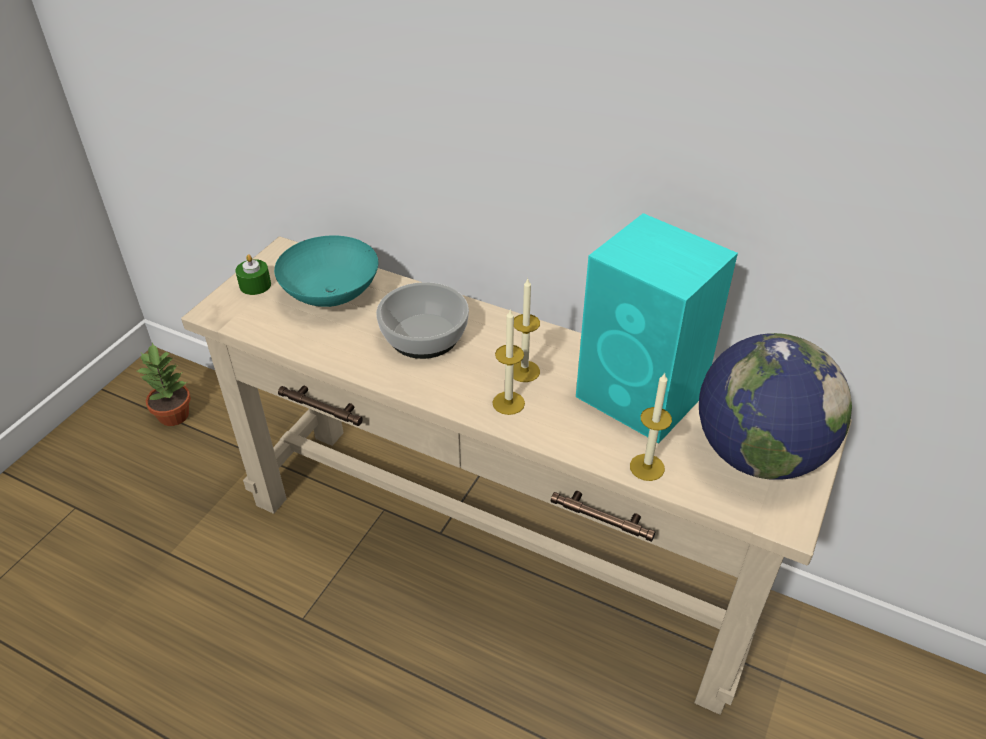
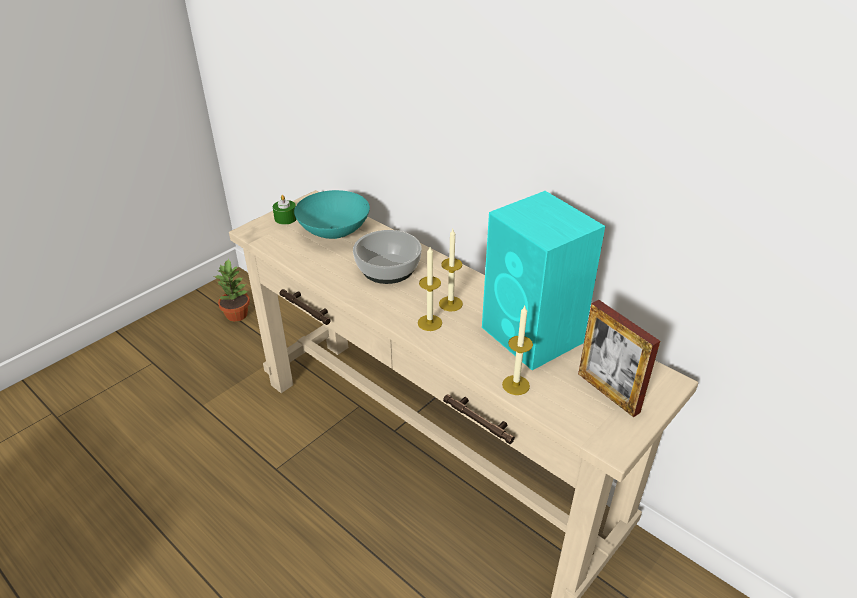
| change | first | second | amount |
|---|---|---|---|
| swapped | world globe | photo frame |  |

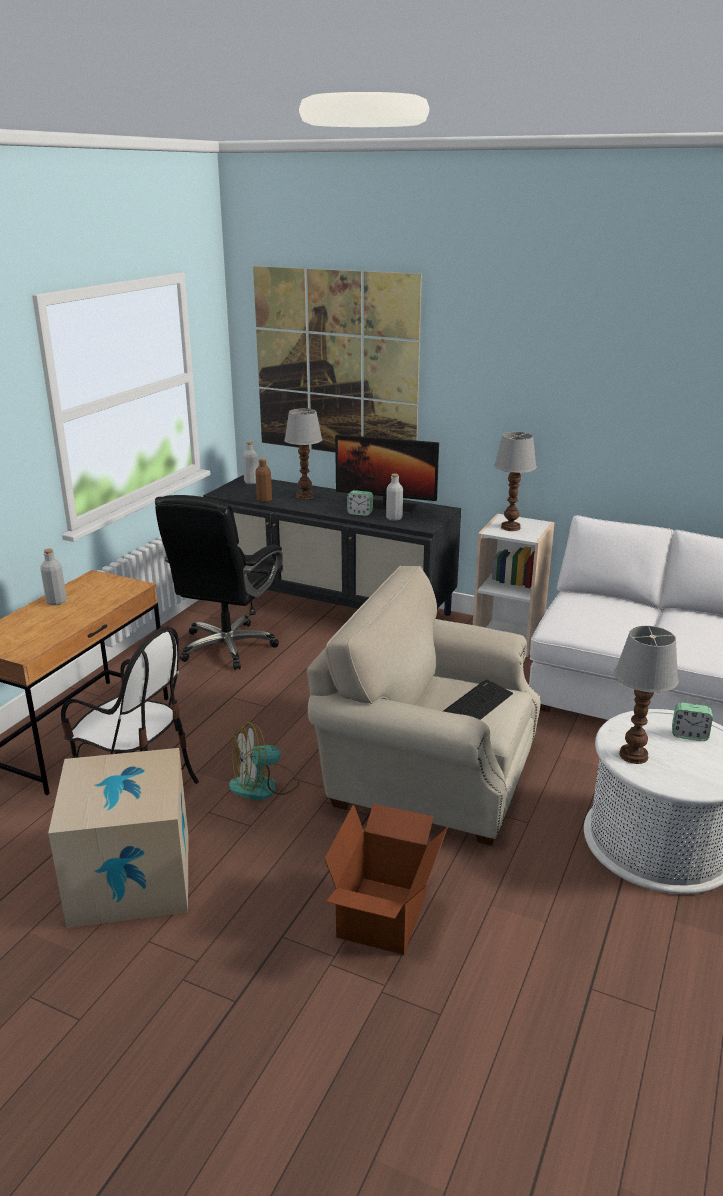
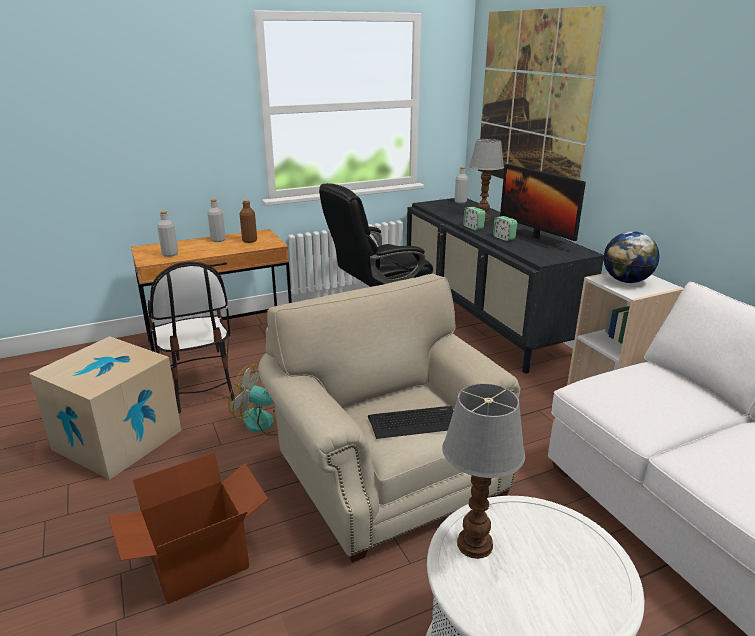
| change | first | second | amount |
|---|---|---|---|
| swapped | table lamp (no. 2 from left) | world globe |  |
| shifted | brown-coloured beverage bottle |  |  |
| shifted | grey beverage bottle (no. 3 from left in the first image) | grey beverage bottle (no. 1 from left) |  |
| shifted | table clock (no. 2 from left in the first image) | table clock (no. 1 from left) |  |

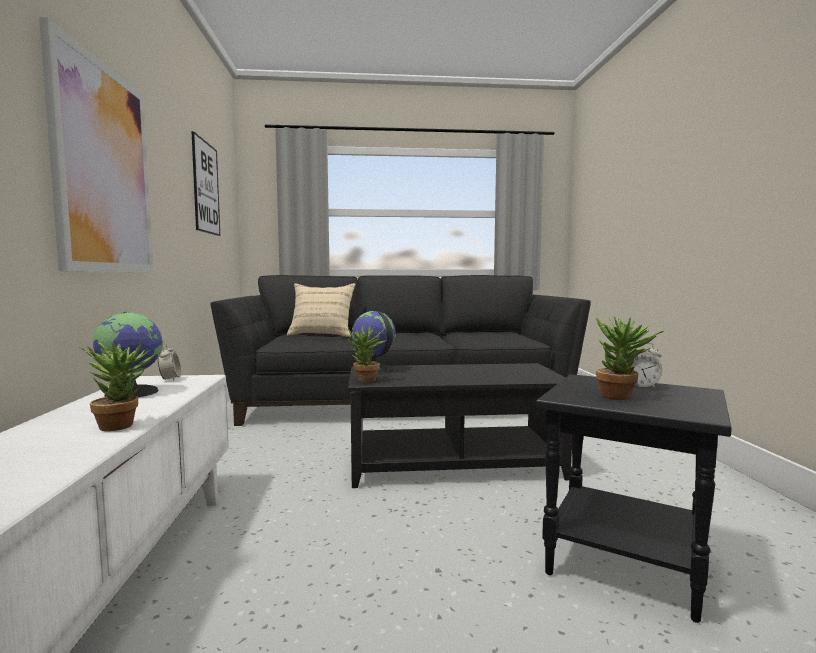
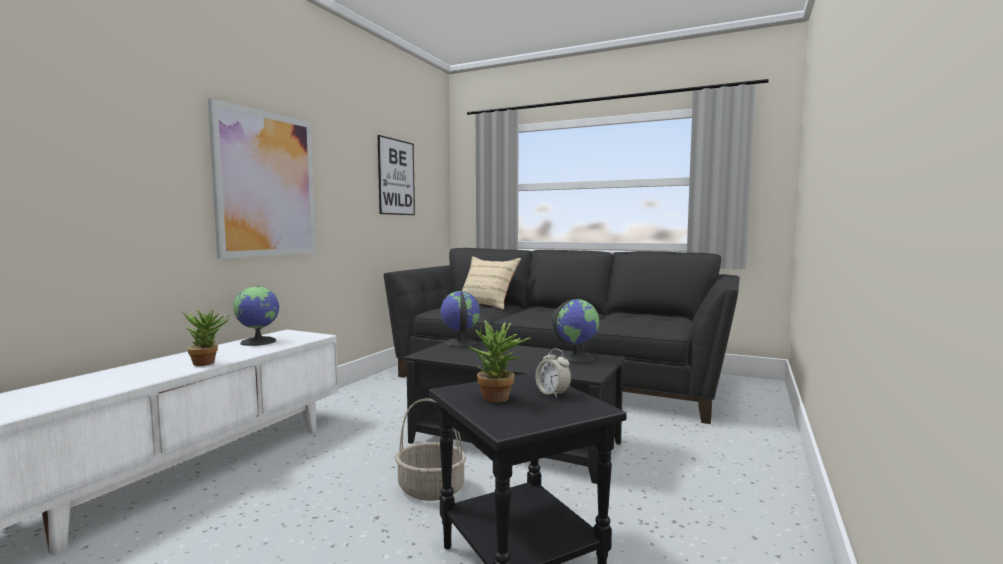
| change | first | second | amount |
|---|---|---|---|
| gone | houseplant (no. 2 from left) |  |  |
| gone | table clock (no. 1 from left) |  |  |
| new |  | world globe (no. 3 from left) |  |
| new |  | household basket |  |

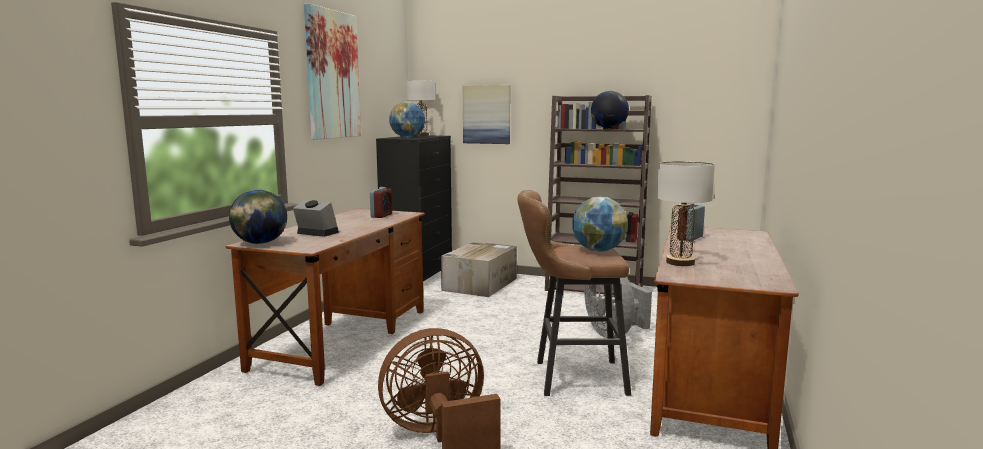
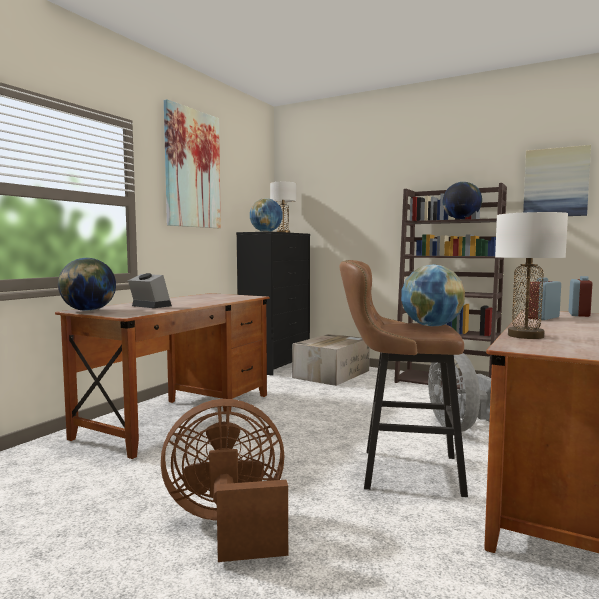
| change | first | second | amount |
|---|---|---|---|
| shifted | picture (no. 2 from left) |  |  |
| shifted | table clock (no. 2 from left in the first image) | table clock (no. 3 from left) |  |

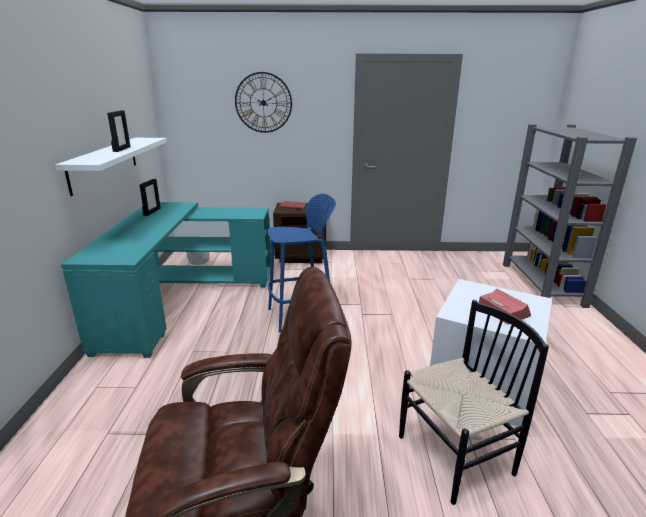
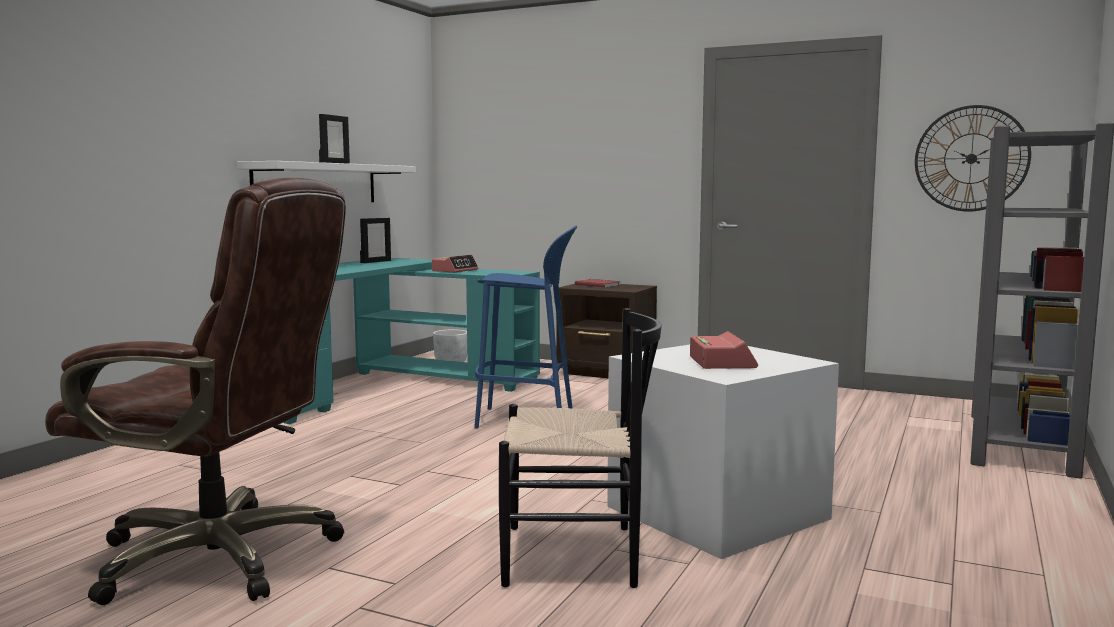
| change | first | second | amount |
|---|---|---|---|
| shifted | clock on the wall |  |  |
| new |  | table clock (no. 1 from left) |  |

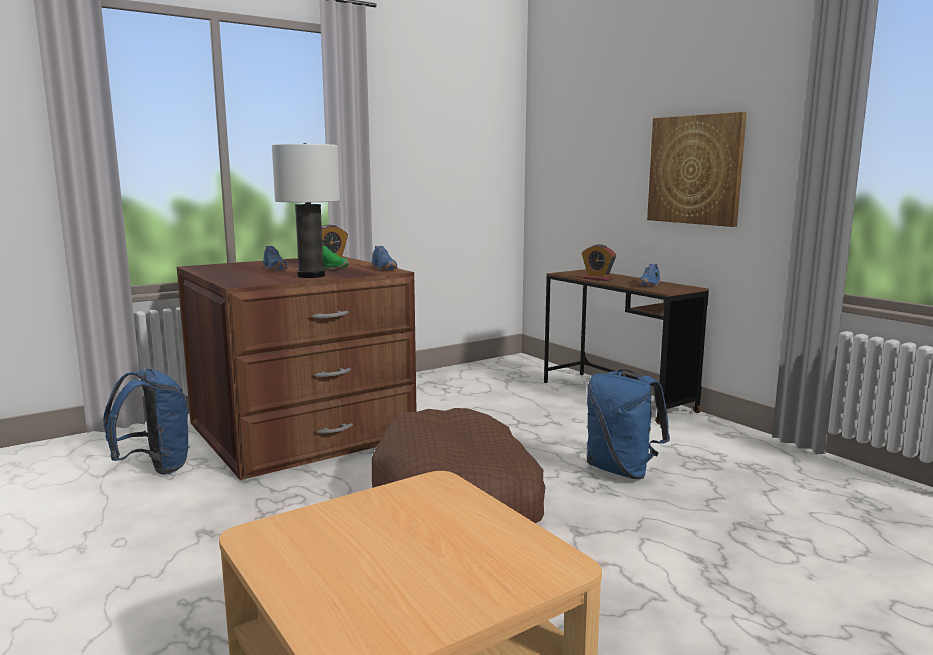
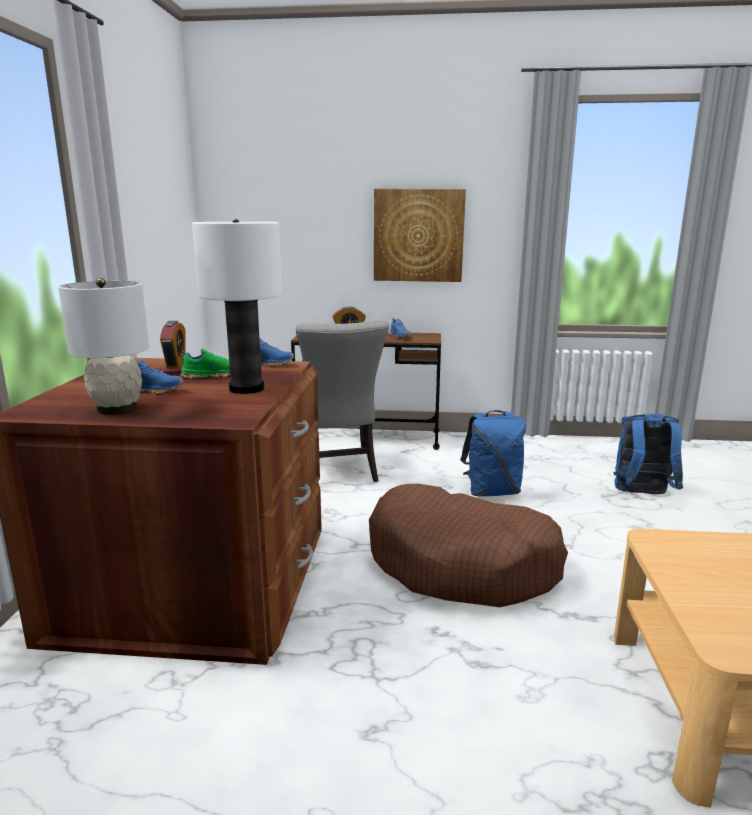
| change | first | second | amount |
|---|---|---|---|
| shifted | bluish rucksack (no. 1 from left in the first image) | bluish rucksack (no. 2 from left) |  |
| new |  | white table lamp (no. 1 from left) |  |
| new |  | grey upright chair |  |

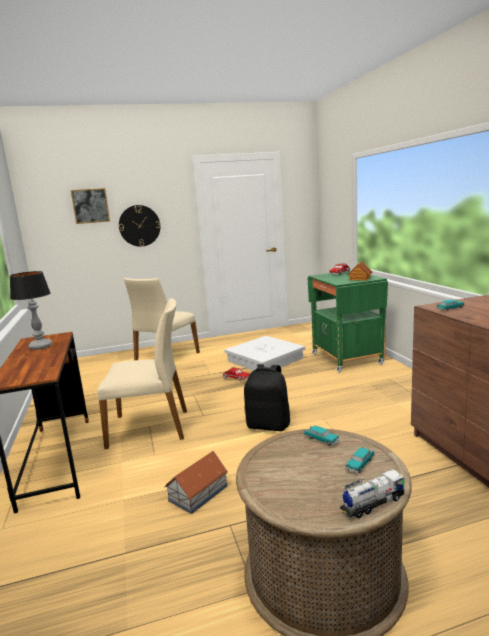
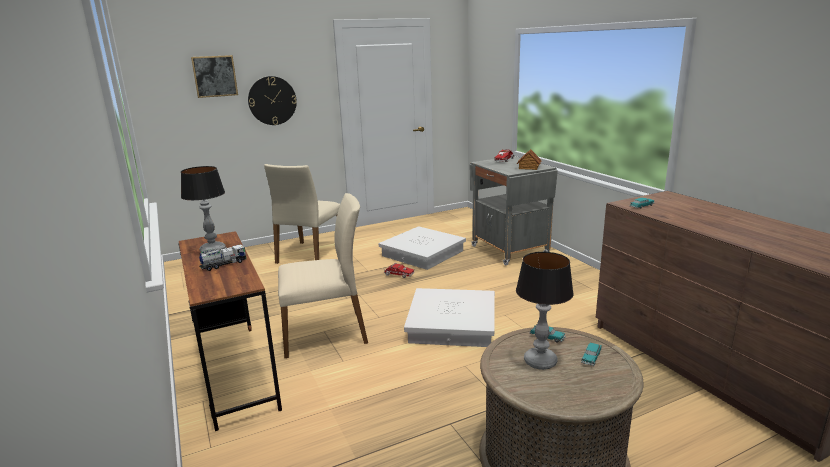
| change | first | second | amount |
|---|---|---|---|
| repainted | green-coloured cart | grey cart |  |
| swapped | black rucksack | white storage box (no. 2 from left) |  |
| gone | toy house (no. 1 from left) |  |  |
| shifted | toy lorry (no. 3 from left in the first image) | toy lorry (no. 1 from left) |  |
| new |  | table lamp (no. 2 from left) |  |

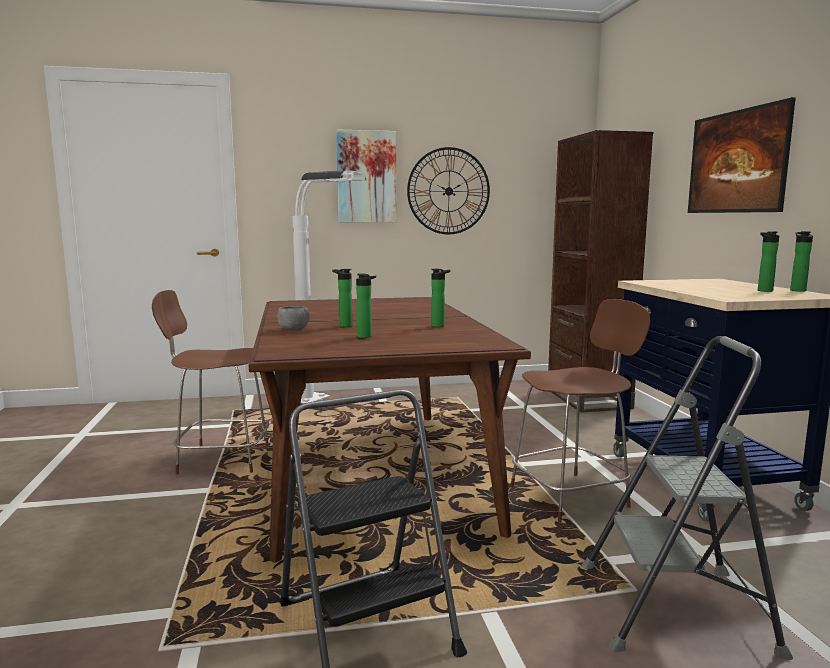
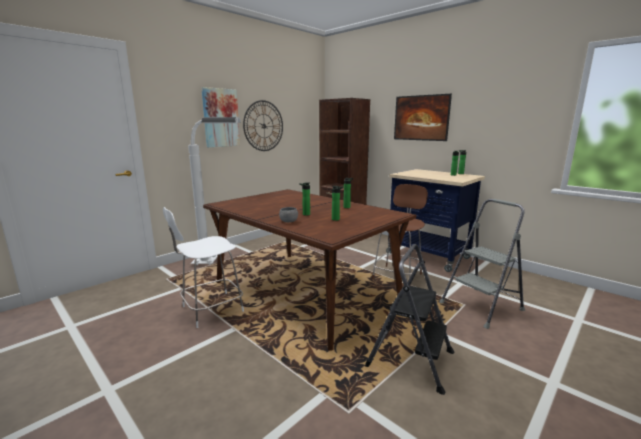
| change | first | second | amount |
|---|---|---|---|
| repainted | brown-coloured upright chair (no. 1 from left) | white upright chair |  |

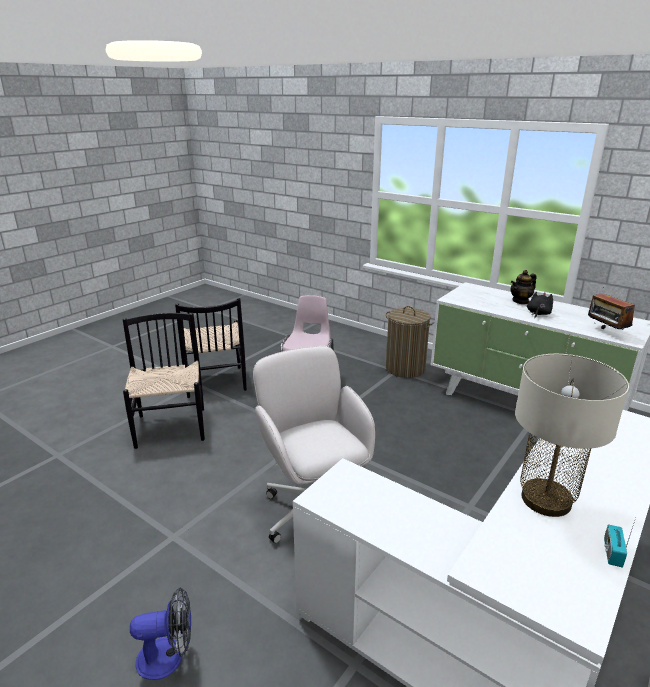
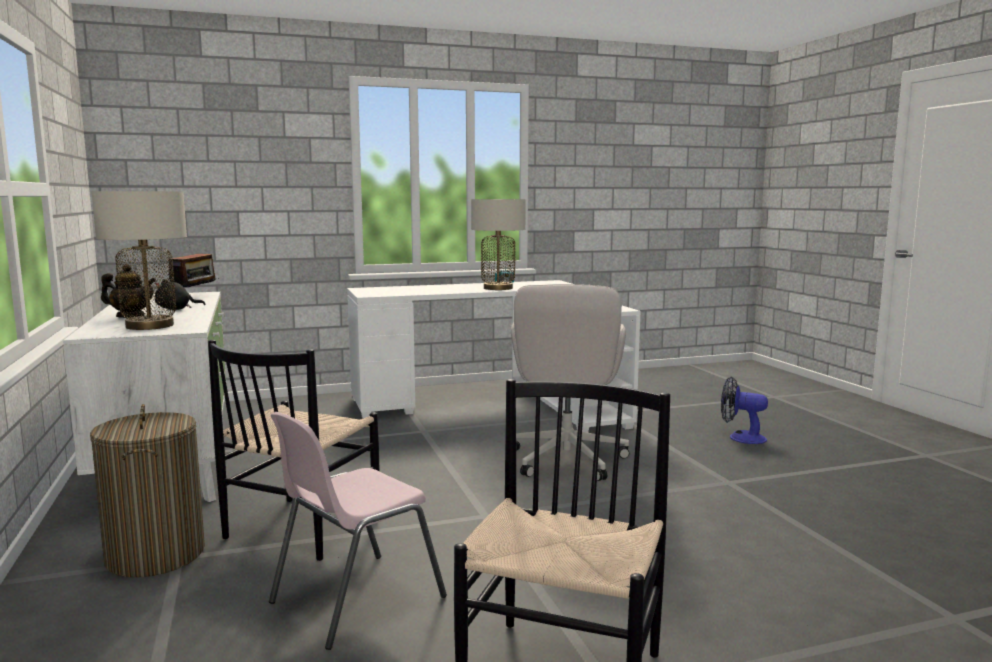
| change | first | second | amount |
|---|---|---|---|
| shifted | black upright chair (no. 1 from left) |  |  |
| new |  | table lamp (no. 1 from left) |  |

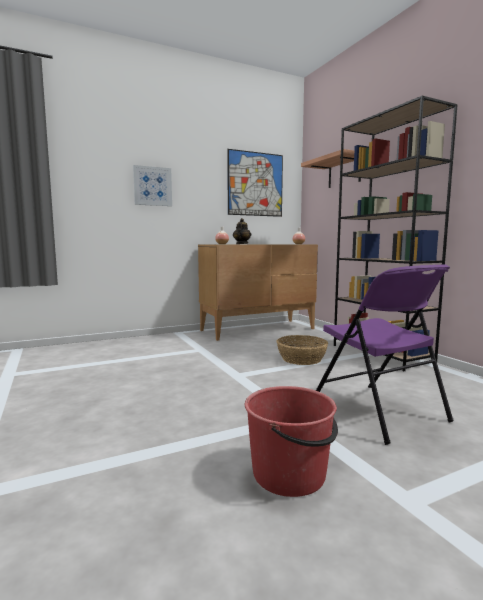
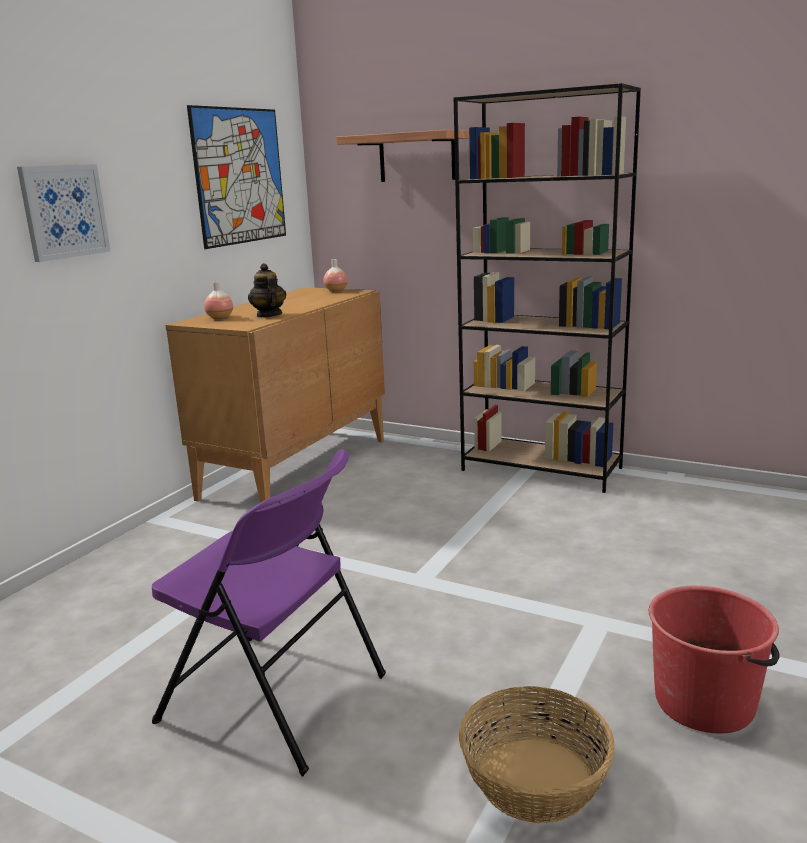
| change | first | second | amount |
|---|---|---|---|
| shifted | purplish upright chair |  |  |
| shifted | household basket |  |  |

